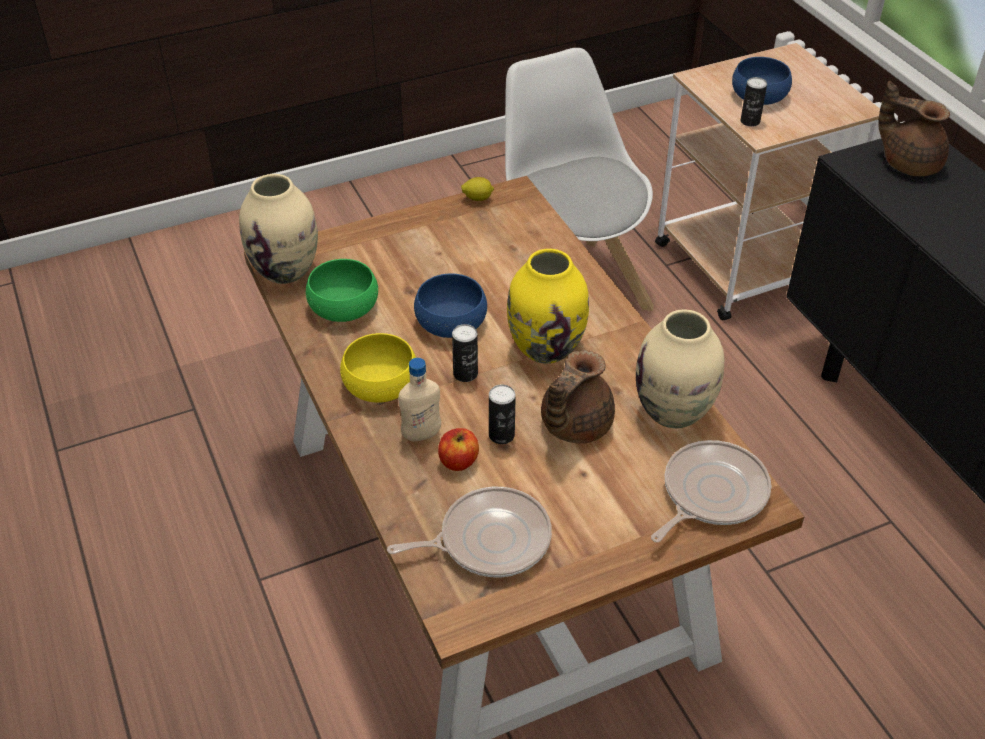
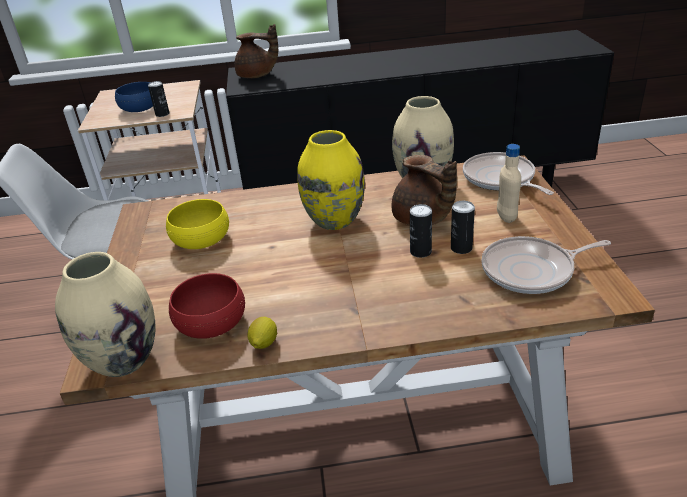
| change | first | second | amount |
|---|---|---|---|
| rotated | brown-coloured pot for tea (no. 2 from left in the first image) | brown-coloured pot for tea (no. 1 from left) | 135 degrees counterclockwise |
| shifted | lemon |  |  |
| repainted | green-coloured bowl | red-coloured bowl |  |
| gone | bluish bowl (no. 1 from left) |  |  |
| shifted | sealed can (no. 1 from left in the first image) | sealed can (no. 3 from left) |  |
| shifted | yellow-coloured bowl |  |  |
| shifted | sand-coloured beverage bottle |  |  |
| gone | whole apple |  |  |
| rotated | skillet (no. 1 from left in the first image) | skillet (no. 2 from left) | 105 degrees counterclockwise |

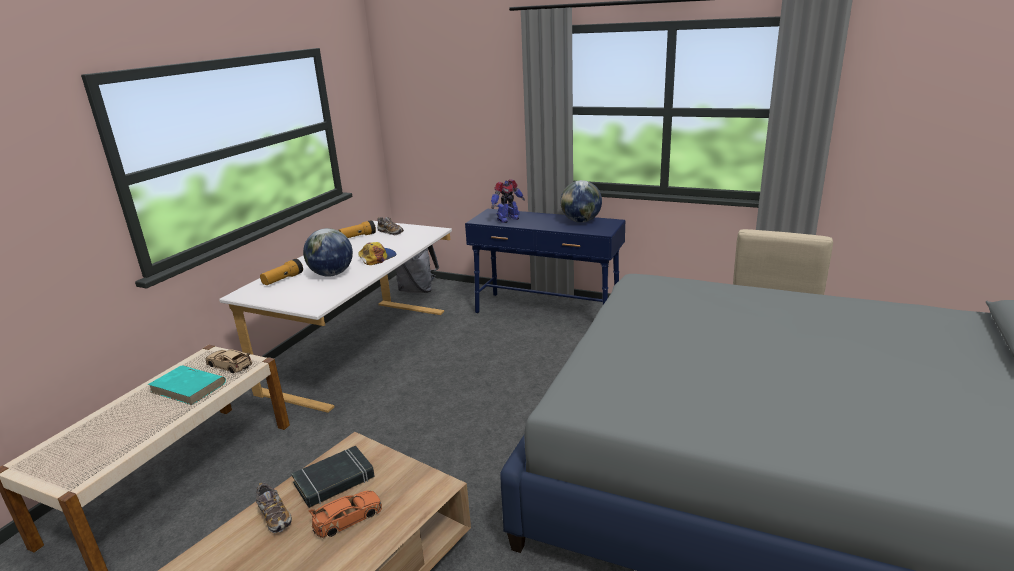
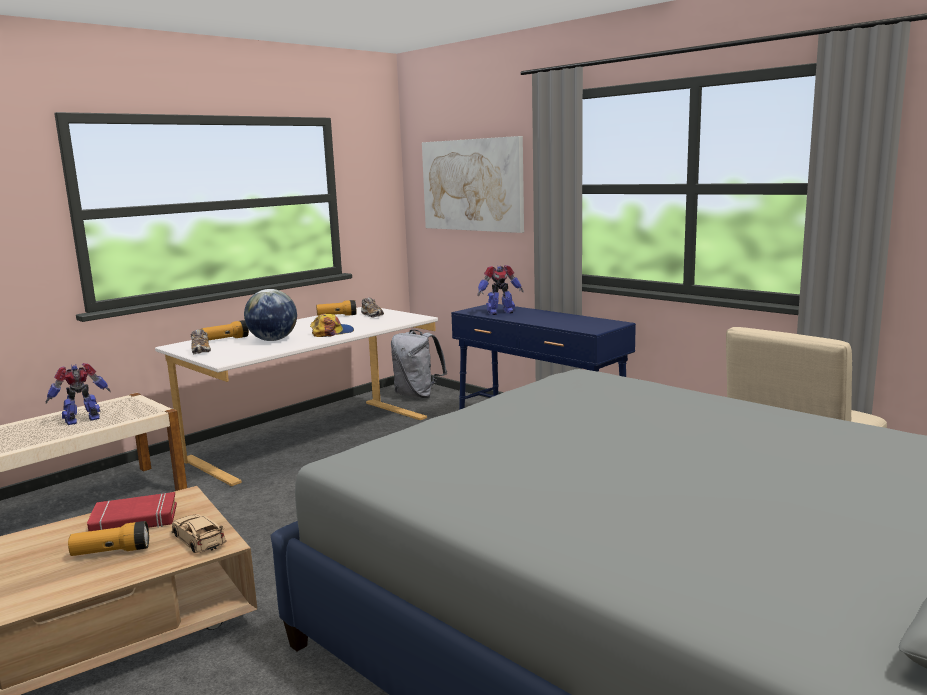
| change | first | second | amount |
|---|---|---|---|
| gone | world globe (no. 2 from left) |  |  |
| shifted | sand-coloured toy car |  |  |
| swapped | turquoise volume | robot figure (no. 1 from left) |  |
| repainted | black volume | red-coloured volume |  |
| shifted | shoe (no. 1 from left) |  |  |
| swapped | orangey toy car | torch (no. 1 from left) |  |
| new |  | picture |  |

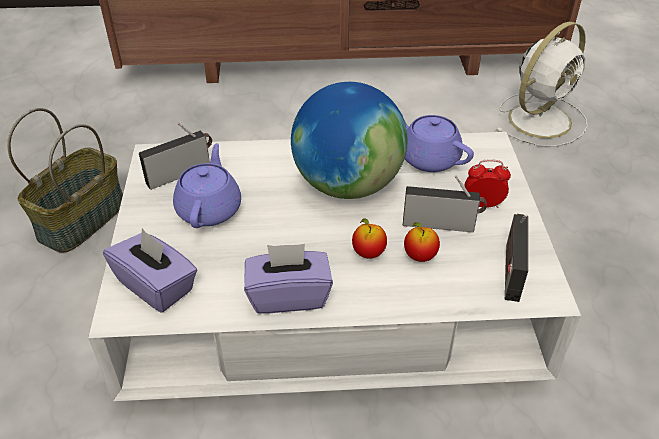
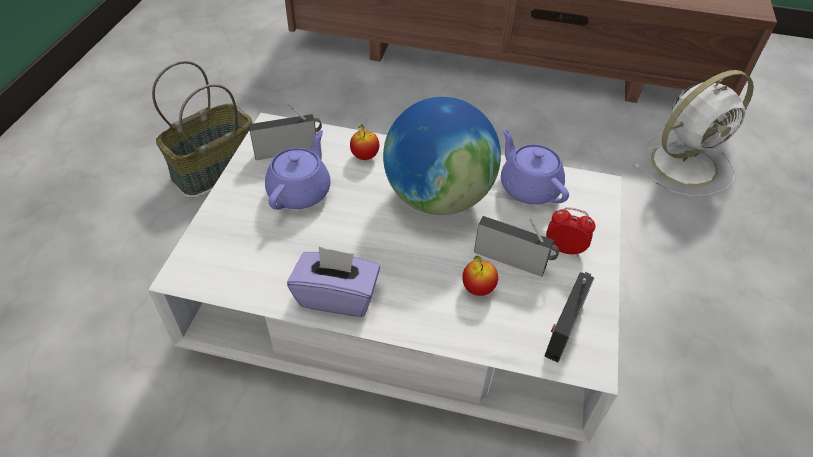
| change | first | second | amount |
|---|---|---|---|
| shifted | whole apple (no. 1 from left) |  |  |
| gone | purplish box of tissues (no. 1 from left) |  |  |

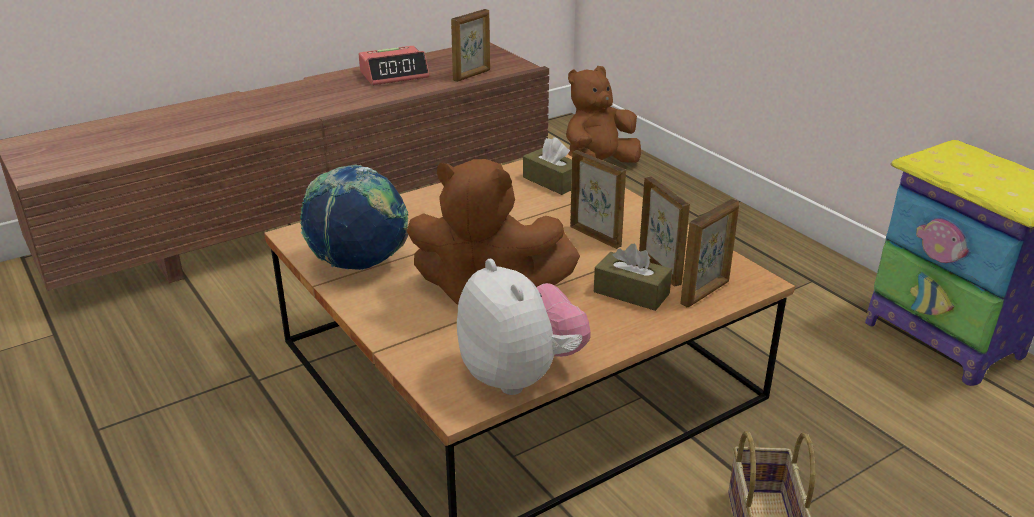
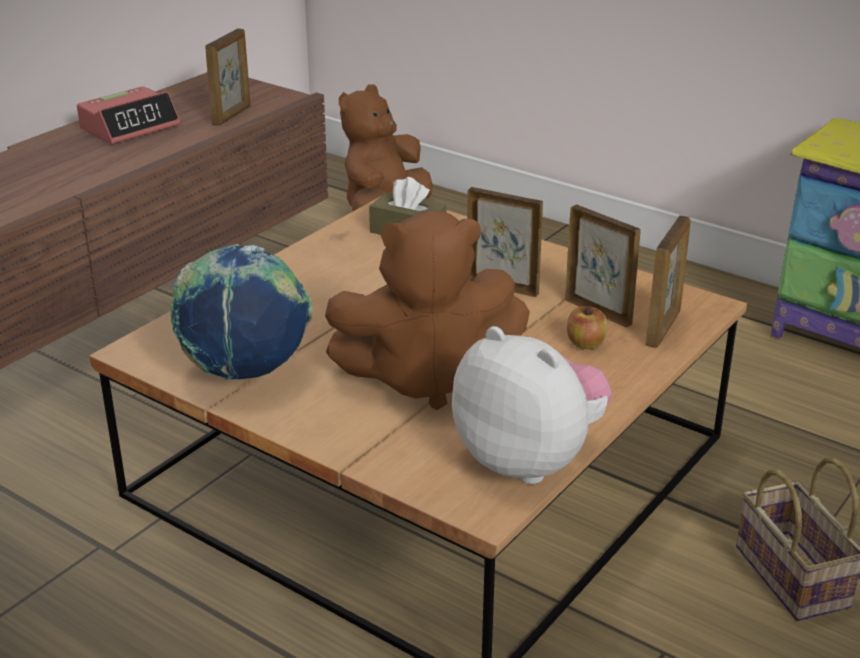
| change | first | second | amount |
|---|---|---|---|
| swapped | brown-coloured box of tissues (no. 2 from left) | whole apple |  |

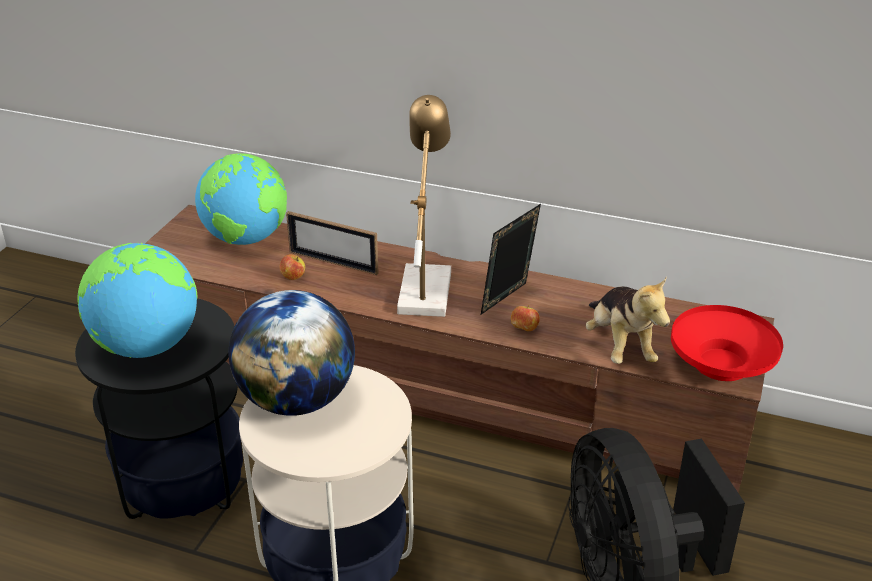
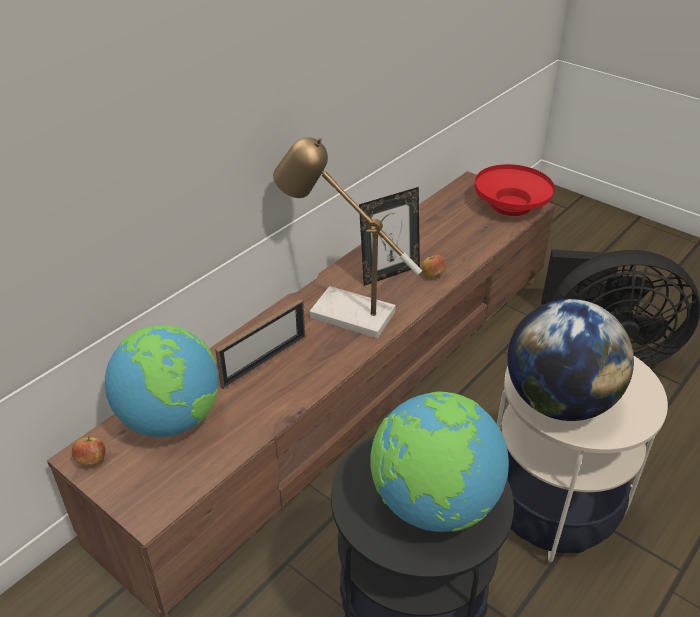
| change | first | second | amount |
|---|---|---|---|
| rotated | photo frame (no. 2 from left) |  | 90 degrees counterclockwise |
| shifted | whole apple (no. 1 from left) |  |  |
| gone | plush toy |  |  |

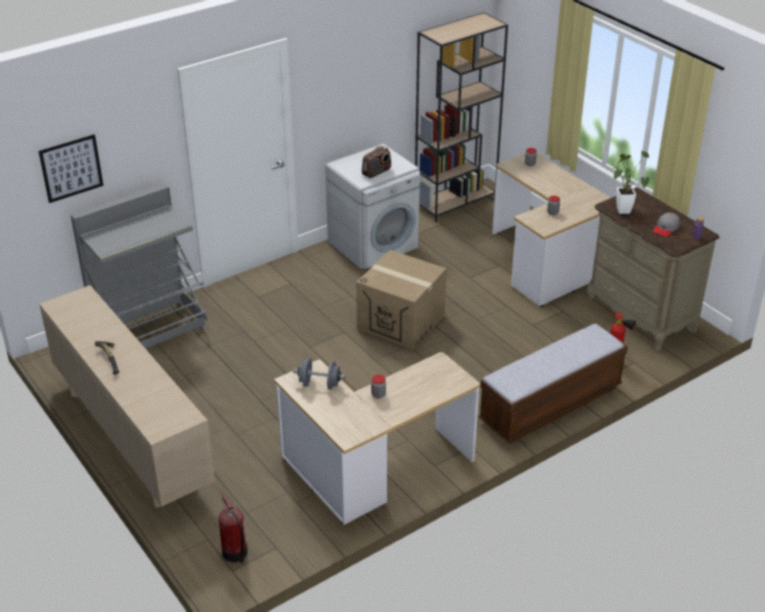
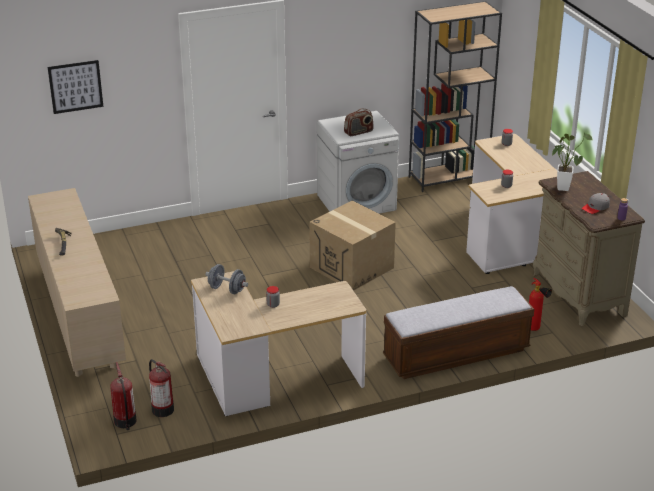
| change | first | second | amount |
|---|---|---|---|
| gone | grey shoe shelf |  |  |
| new |  | fire extinguisher (no. 2 from left) |  |

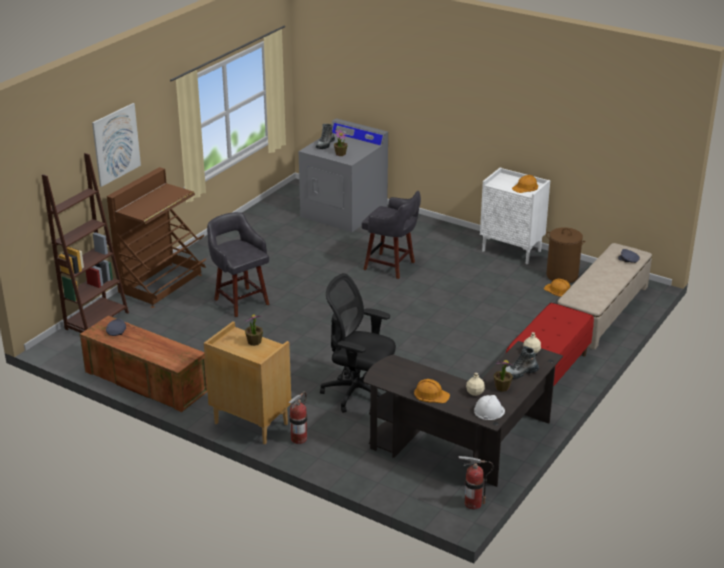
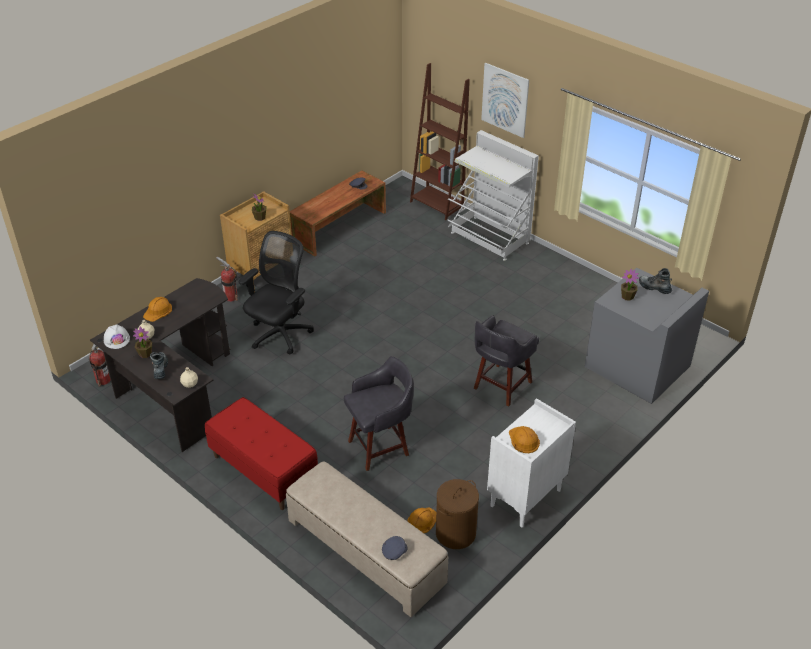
| change | first | second | amount |
|---|---|---|---|
| repainted | brown-coloured shoe shelf | white shoe shelf |  |
| shifted | grey sitting stool (no. 1 from left) |  |  |

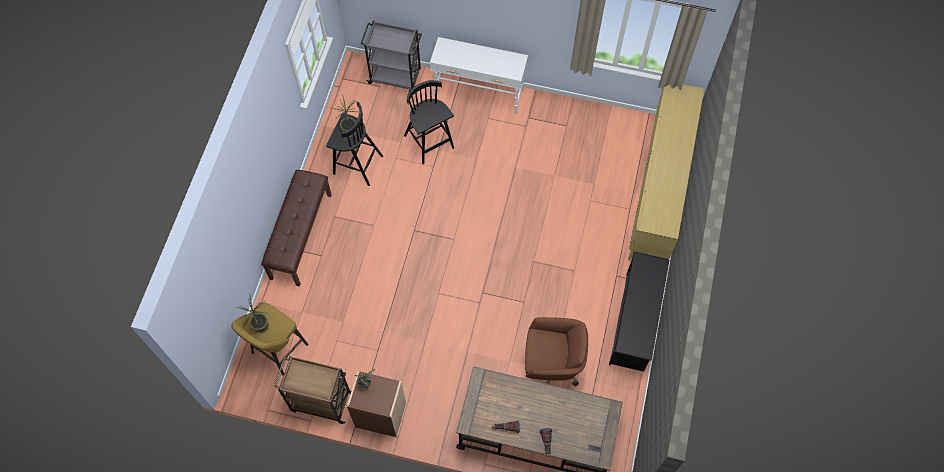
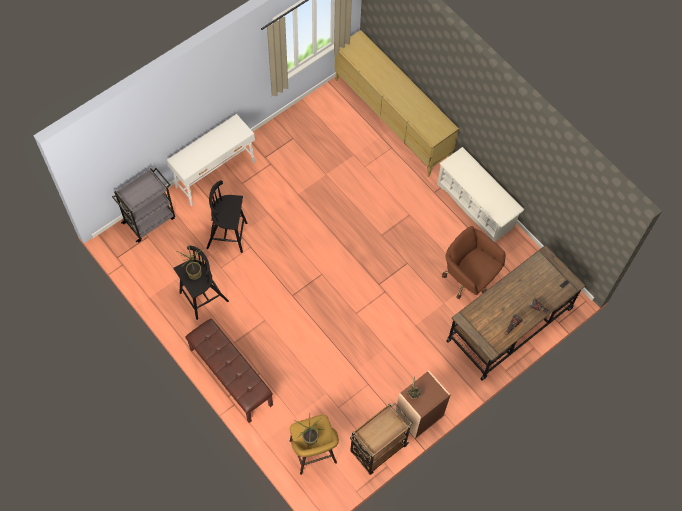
| change | first | second | amount |
|---|---|---|---|
| repainted | black shoe shelf | white shoe shelf |  |
| rotated | brown-coloured office chair |  | 90 degrees counterclockwise |

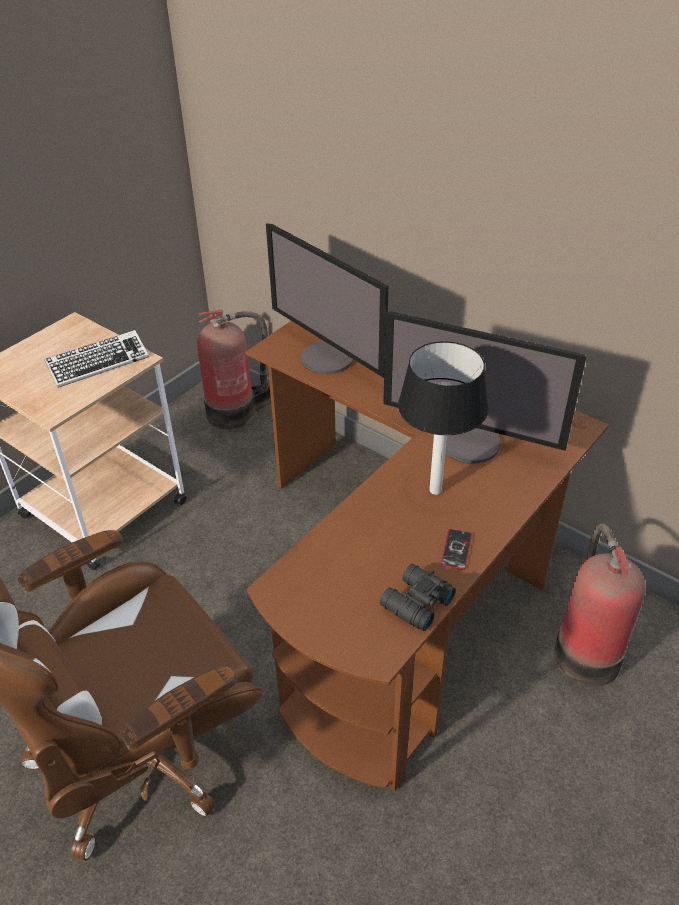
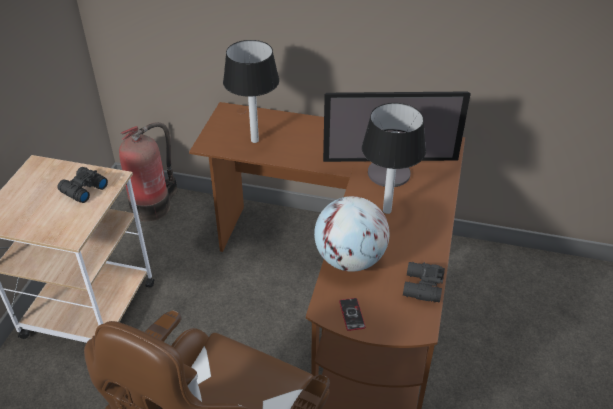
| change | first | second | amount |
|---|---|---|---|
| swapped | computer display (no. 1 from left) | table lamp (no. 1 from left) |  |
| swapped | keyboard | black binoculars (no. 1 from left) |  |
| gone | fire extinguisher (no. 2 from left) |  |  |
| shifted | telephone |  |  |
| new |  | world globe |  |

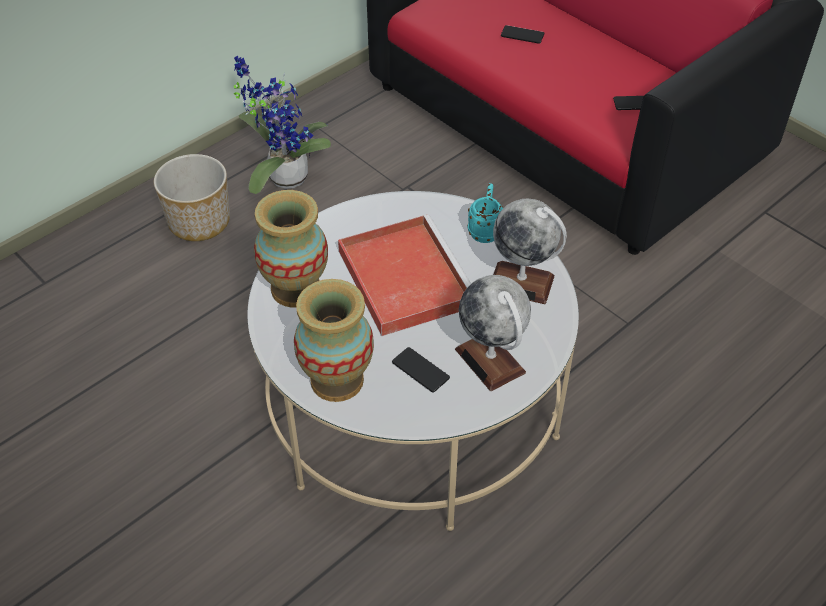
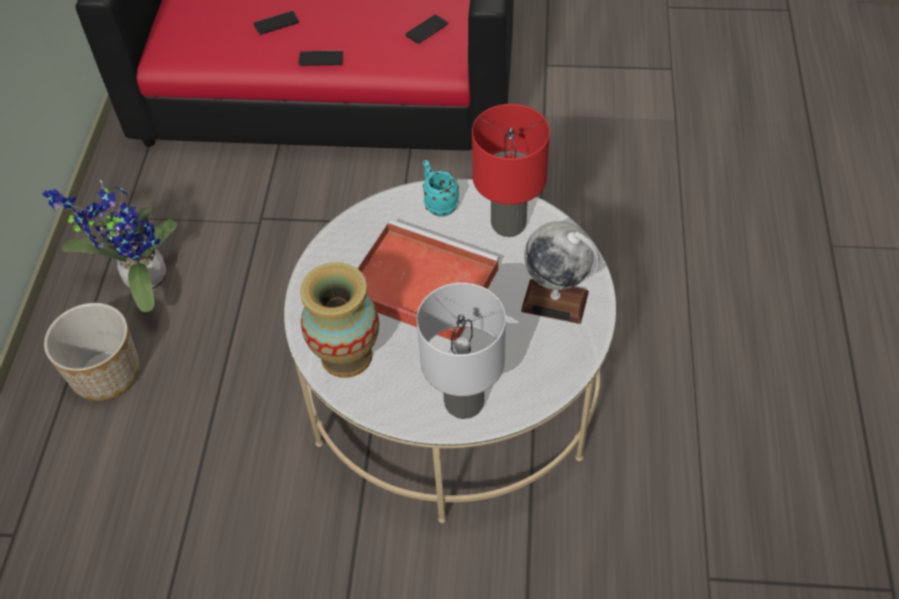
| change | first | second | amount |
|---|---|---|---|
| swapped | world globe (no. 2 from left) | red-coloured table lamp |  |
| swapped | flower vase (no. 2 from left) | white table lamp |  |
| shifted | telephone (no. 1 from left in the first image) | telephone (no. 2 from left) |  |

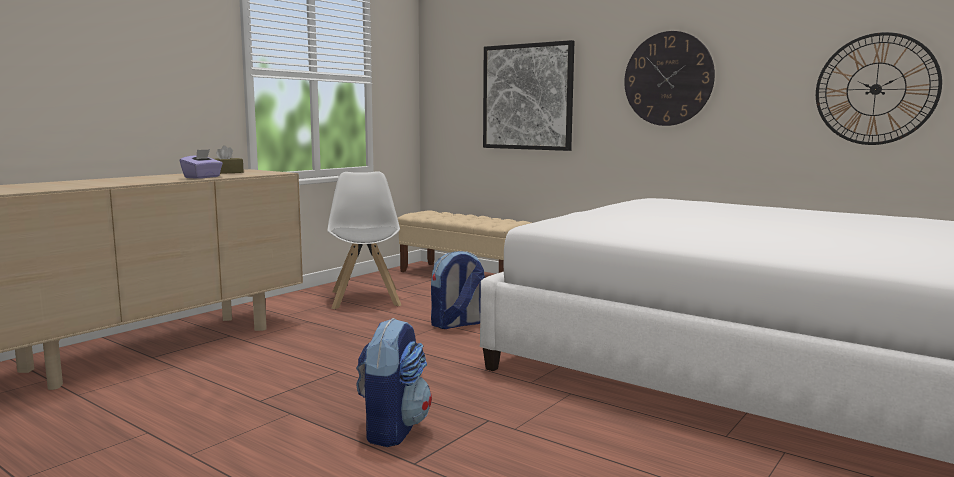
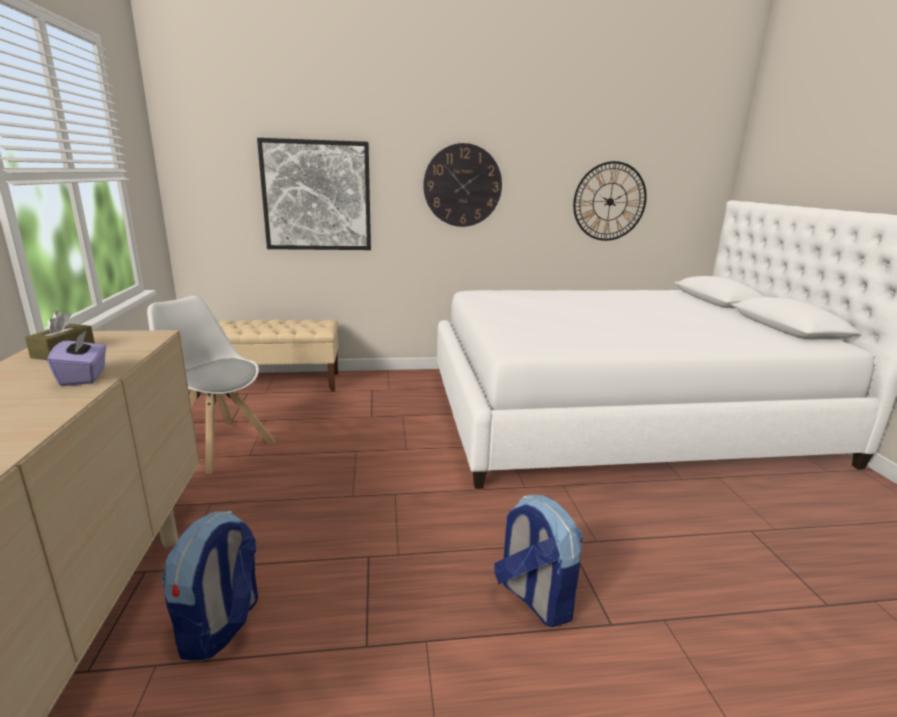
| change | first | second | amount |
|---|---|---|---|
| shifted | rucksack (no. 2 from left in the first image) | rucksack (no. 1 from left) |  |

